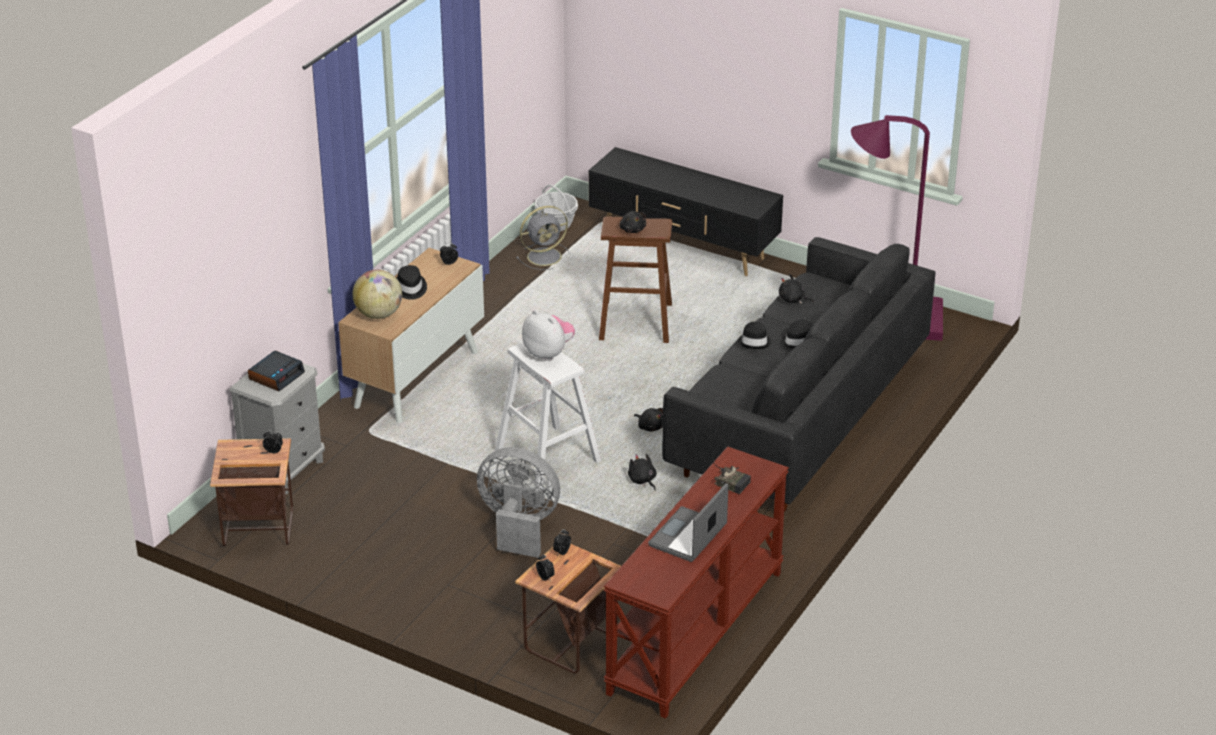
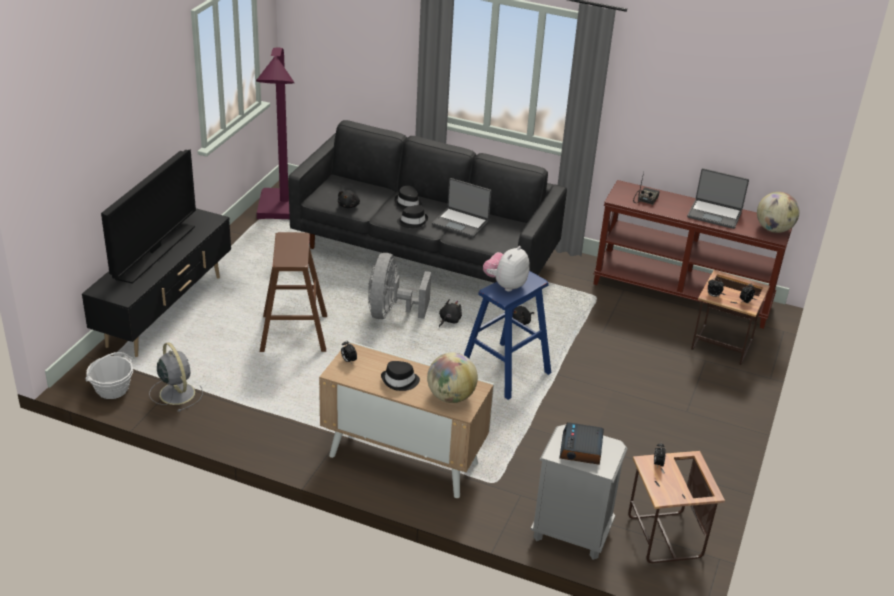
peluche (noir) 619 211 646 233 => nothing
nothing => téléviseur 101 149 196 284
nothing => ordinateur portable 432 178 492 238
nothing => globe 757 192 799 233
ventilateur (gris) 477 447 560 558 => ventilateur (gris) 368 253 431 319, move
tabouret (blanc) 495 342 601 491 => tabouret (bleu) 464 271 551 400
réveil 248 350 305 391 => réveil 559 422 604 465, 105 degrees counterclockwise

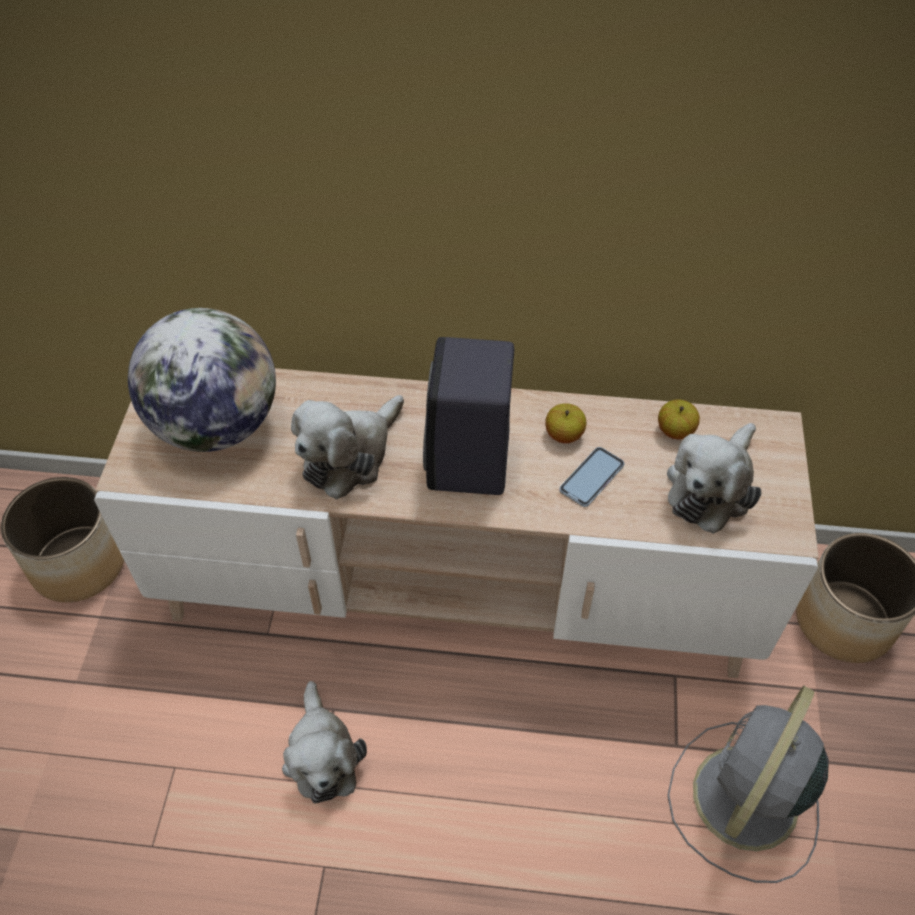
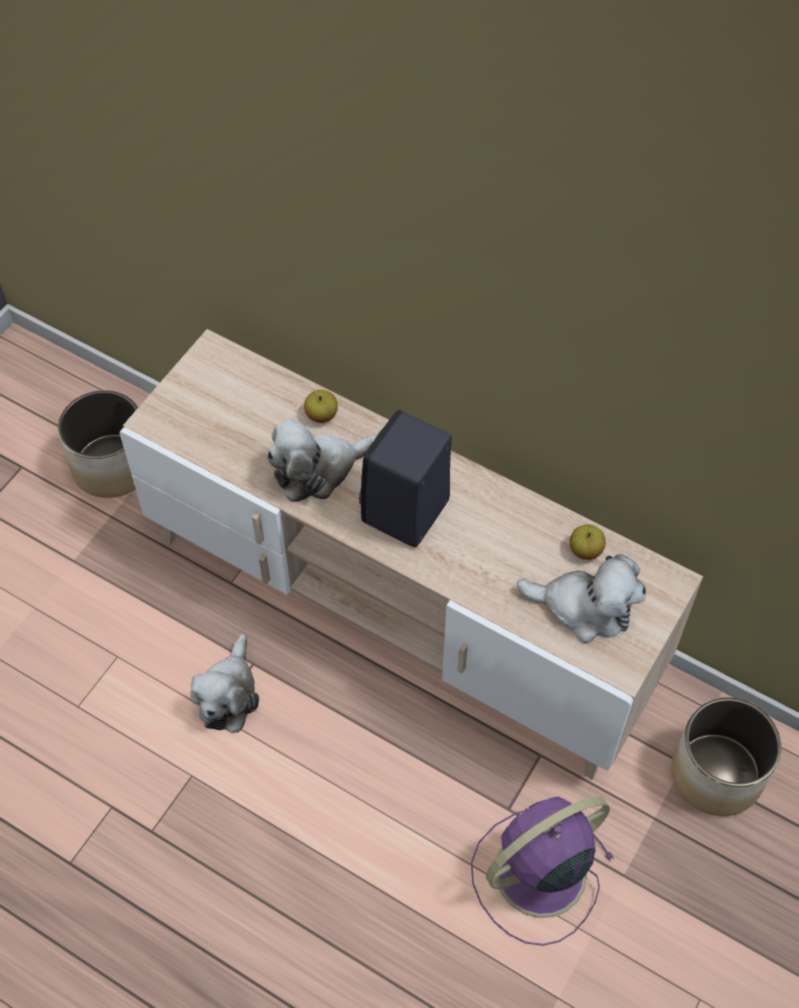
globe 128 308 276 452 => nothing
téléphone 559 447 624 507 => nothing
pomme 545 403 586 443 => pomme 304 390 338 423, move
ventilateur (gris) 667 686 829 883 => ventilateur (violet) 471 796 614 946
peluche 667 423 761 534 => peluche 517 554 646 643, 135 degrees counterclockwise

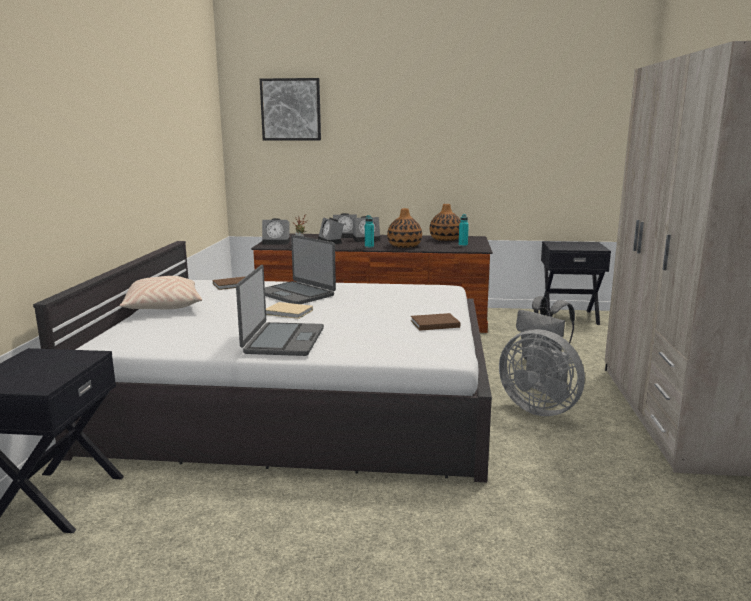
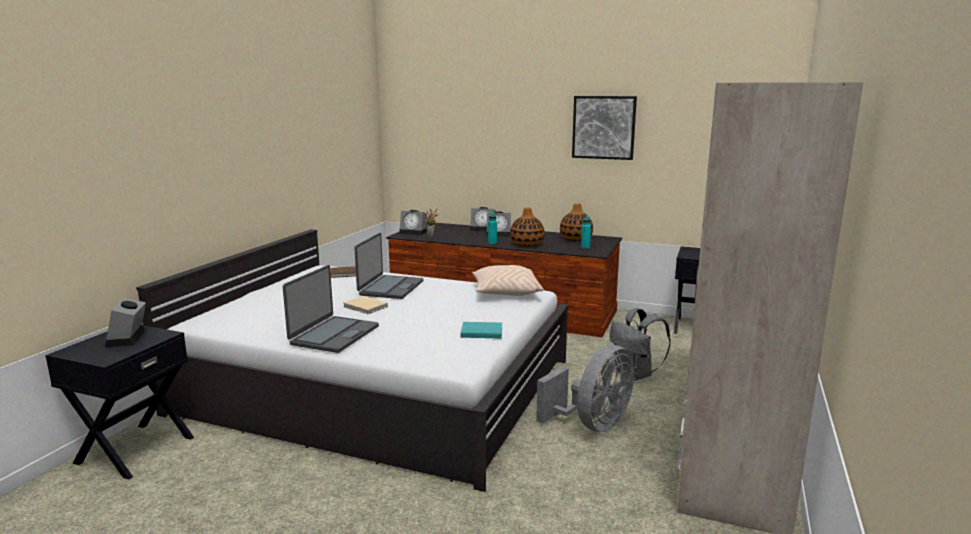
coussin (beige) 119 276 202 310 => coussin (beige) 472 265 544 296, move
tableau 260 78 321 140 => tableau 572 96 637 160, move
réveil 318 217 344 244 => réveil 105 298 146 347, move
livre (marron) 411 313 460 331 => livre (turquoise) 461 322 502 338
ordinateur portable 265 235 336 304 => ordinateur portable 355 233 423 299, 135 degrees counterclockwise
ventilateur (gris) 499 329 585 416 => ventilateur (gris) 536 345 634 432, 105 degrees counterclockwise

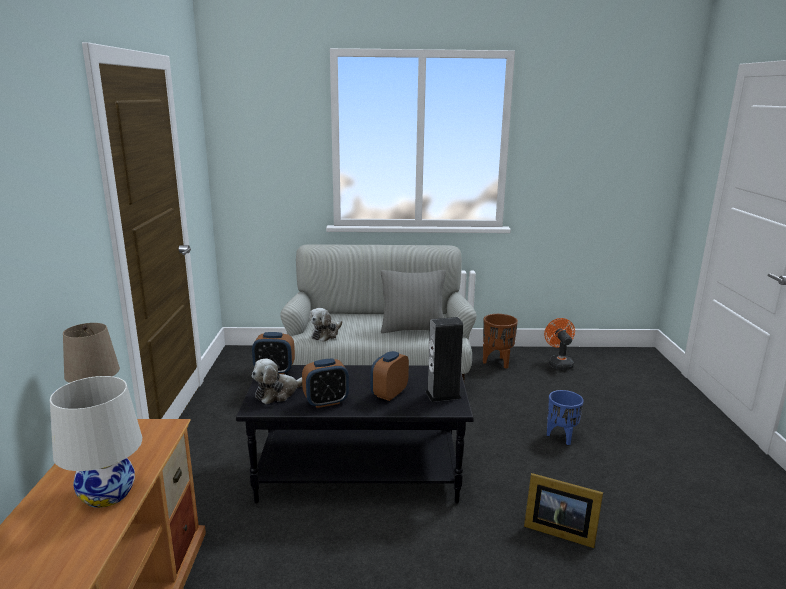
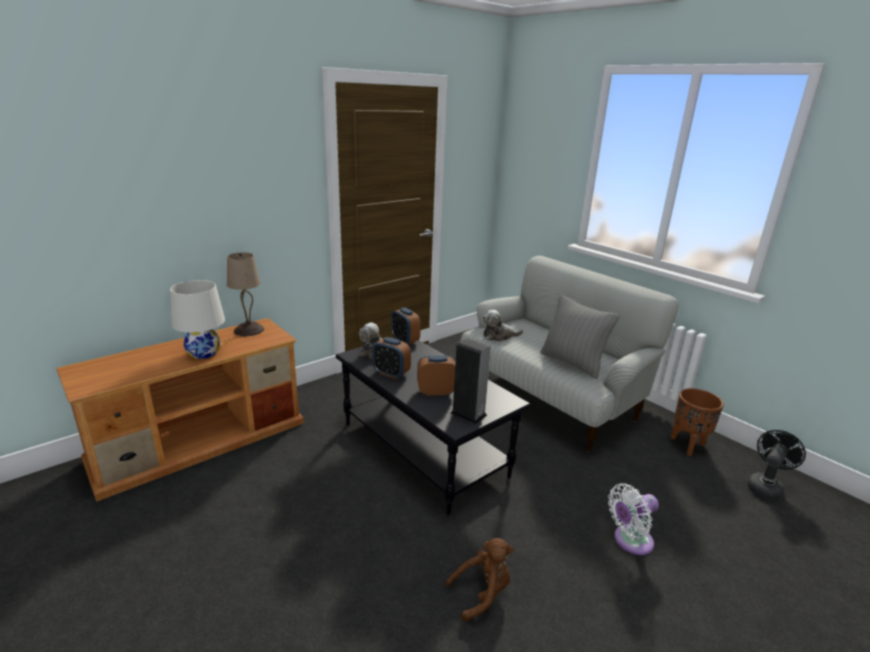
cadre photo 524 473 603 548 => peluche (marron) 446 538 514 622
cache-pot (bleu) 547 390 584 445 => ventilateur (blanc) 608 484 659 555
ventilateur (orange) 544 318 575 370 => ventilateur (noir) 747 430 806 500

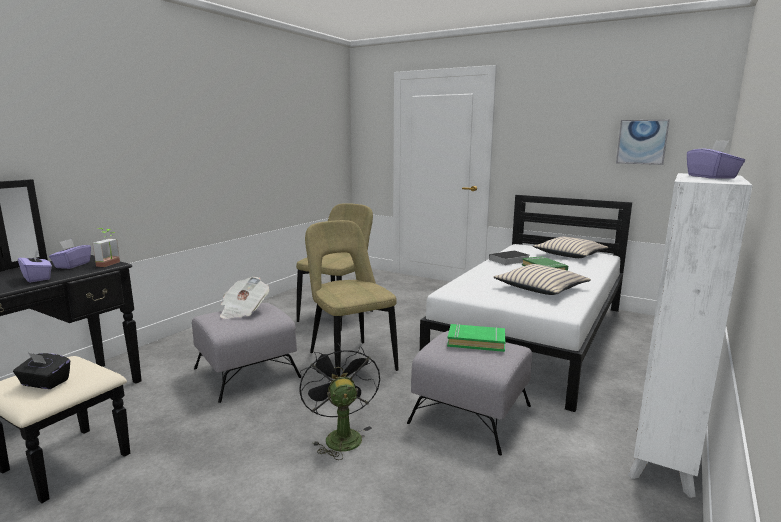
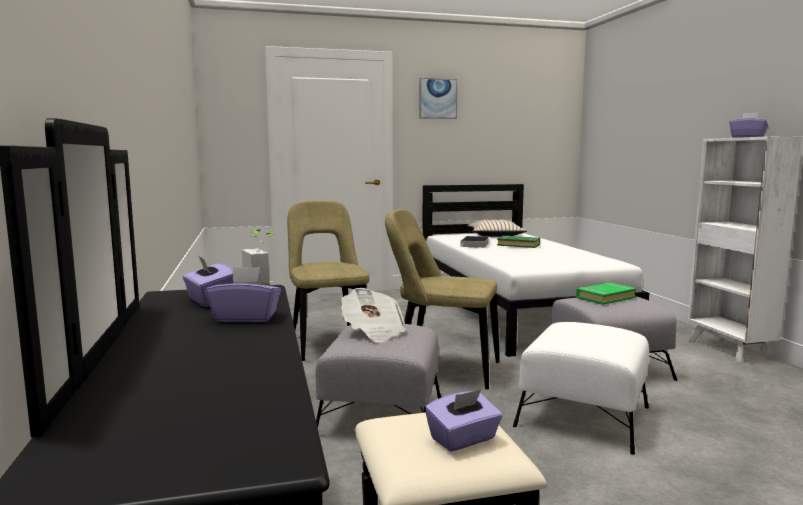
coussin (beige) 494 264 591 295 => nothing
tableau 616 120 670 165 => tableau 419 78 458 119, move
ventilateur (noir) 299 343 380 460 => pouf (blanc) 513 322 649 455
boîte à mouchoirs (noir) 13 353 70 389 => boîte à mouchoirs (violet) 425 390 502 452

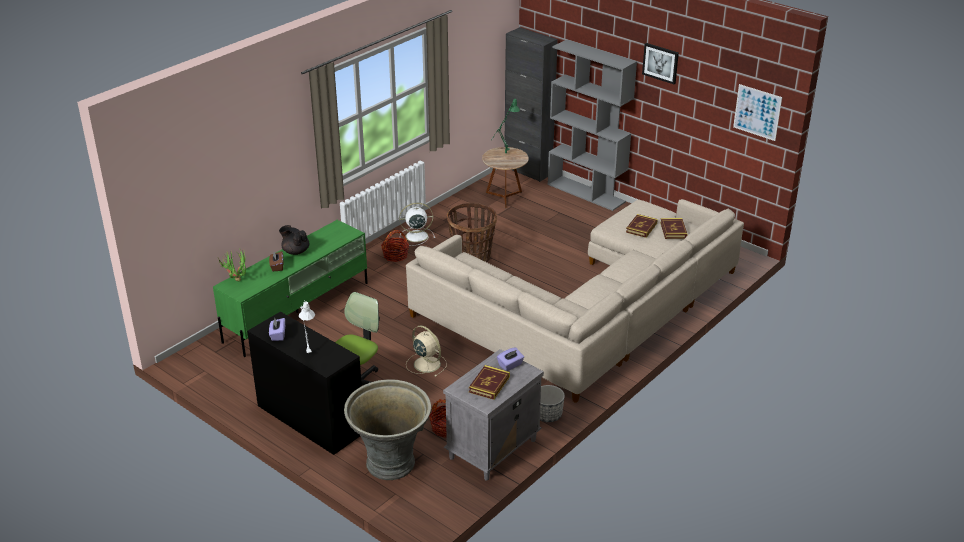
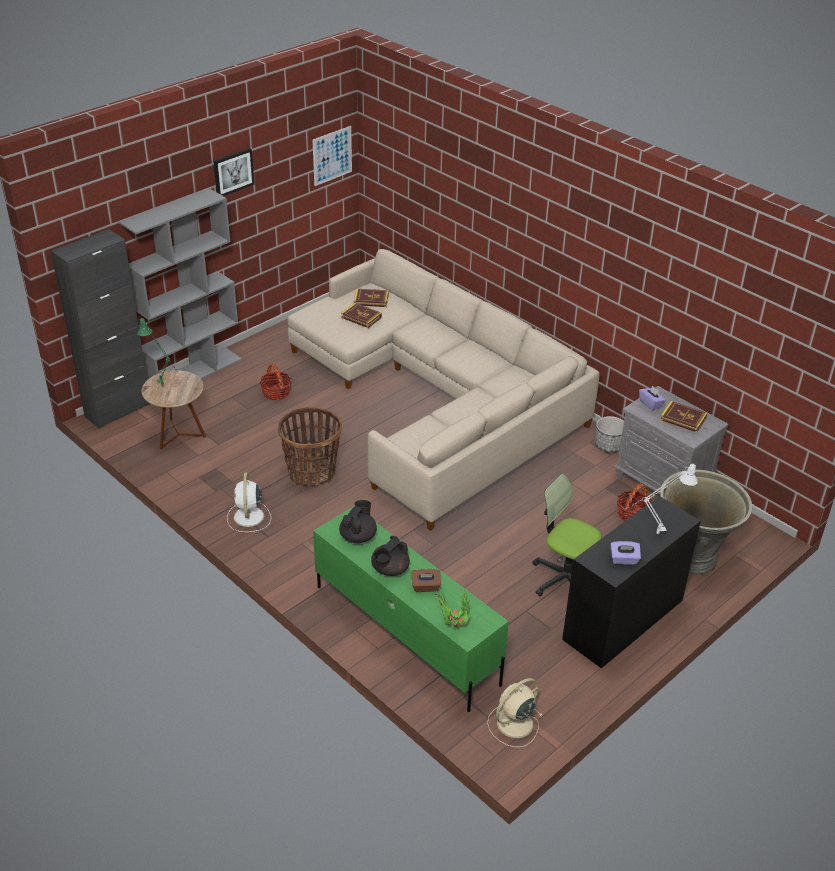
nothing => théière (noir) 339 500 377 543
panier 381 230 409 262 => panier 260 364 292 400, move
ventilateur (beige) 406 326 447 377 => ventilateur (beige) 487 678 543 747, move

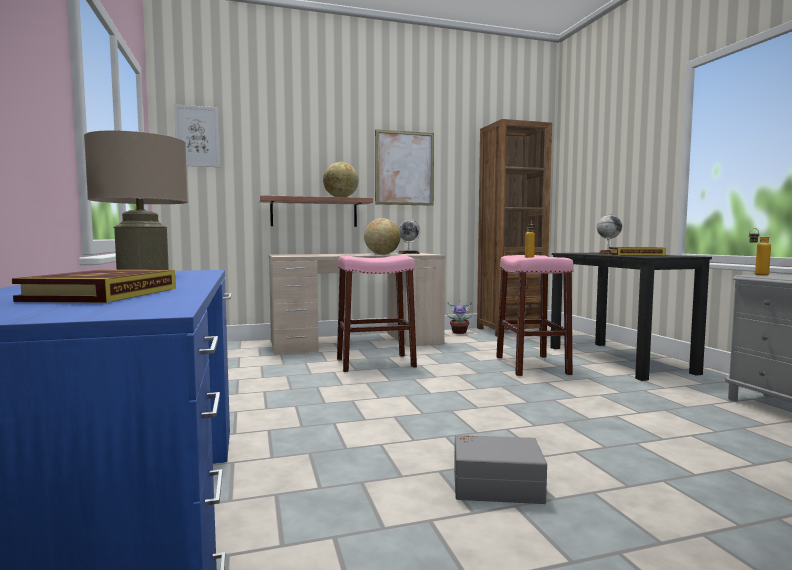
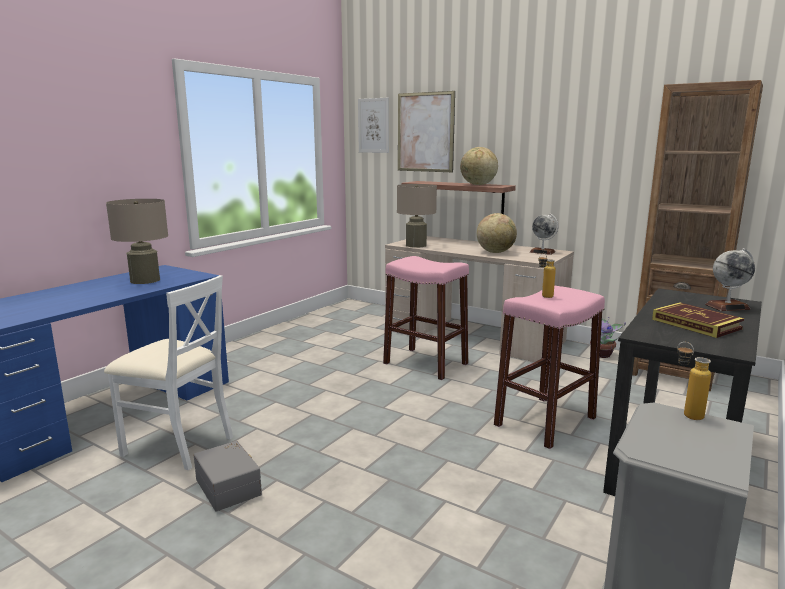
livre 12 270 176 303 => nothing
nothing => chaise (blanc) 104 275 233 470
nothing => lampe de table (beige) 397 184 437 248
tableau 375 129 434 206 => tableau 398 91 455 172, move

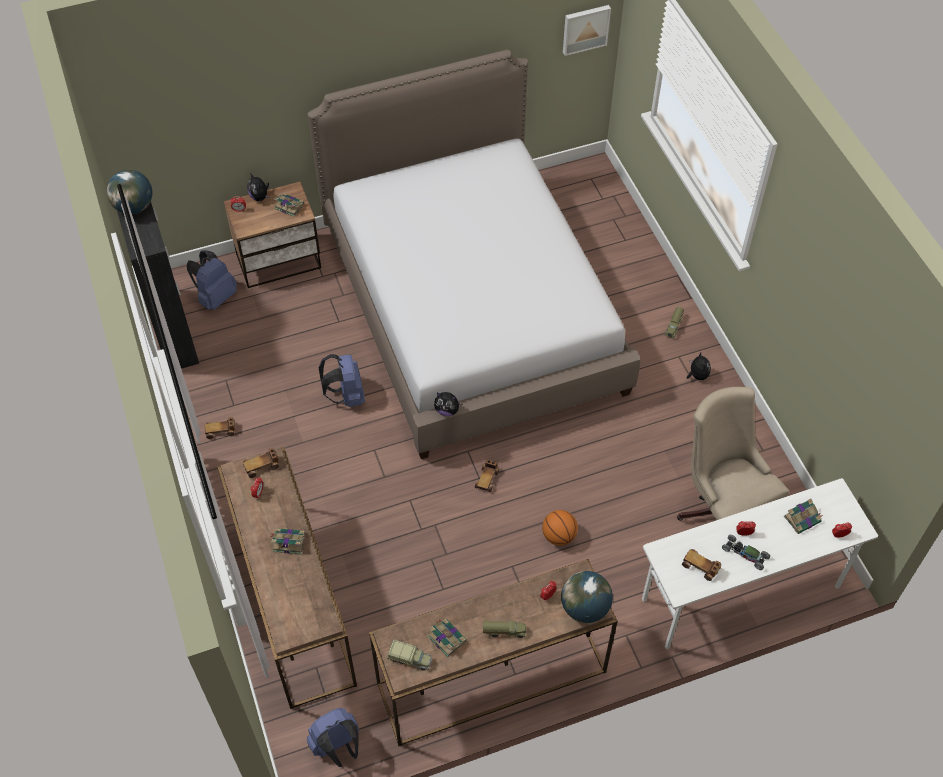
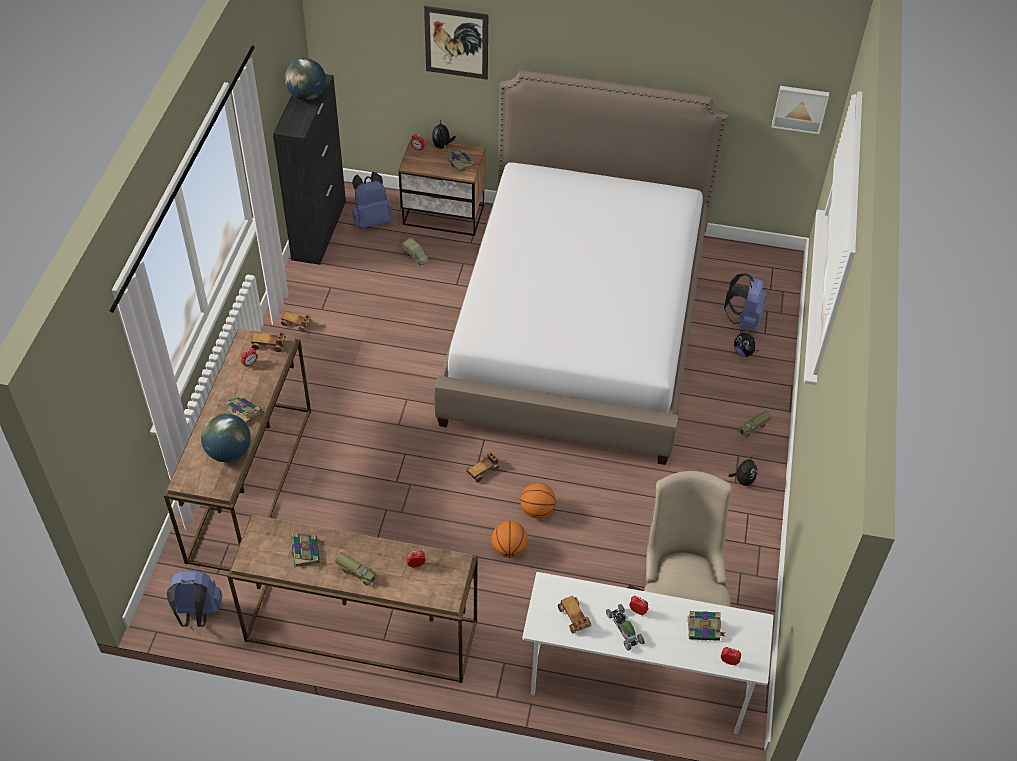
nothing => tableau 424 6 488 80
nothing => ballon de basket 520 483 556 519
sac à dos (bleu) 319 354 365 407 => sac à dos (bleu) 724 273 767 332, move
camion jouet 387 640 432 671 => camion jouet 402 238 429 265, move
peluche 434 392 463 416 => peluche 734 330 759 357, move
globe 561 571 613 623 => globe 201 413 251 462, move

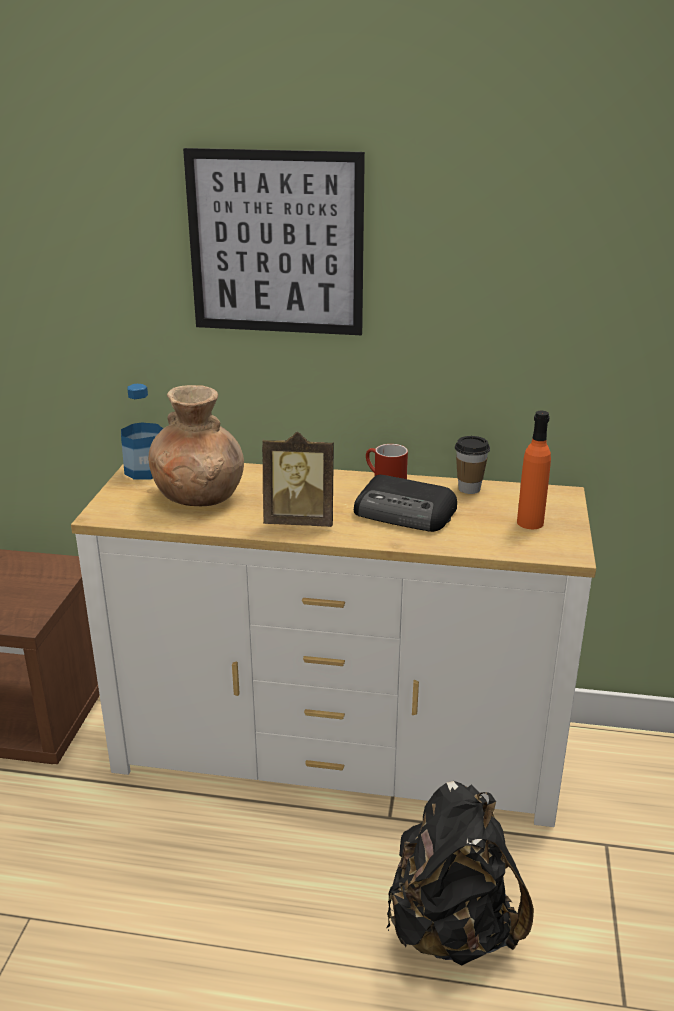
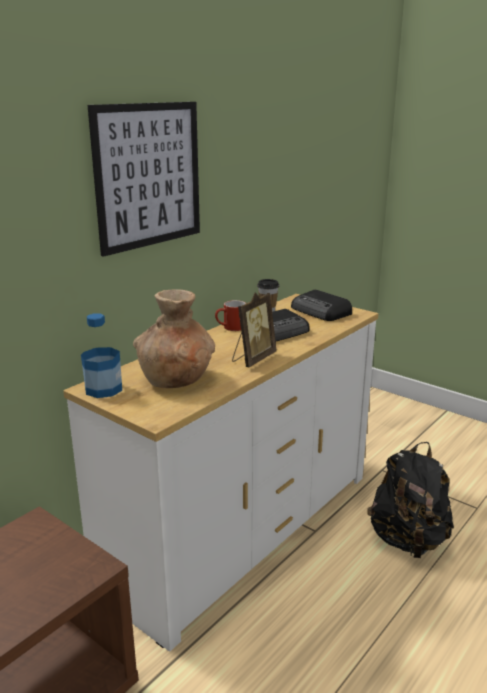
bouteille (orange) 517 411 551 529 => radio 291 290 352 321

